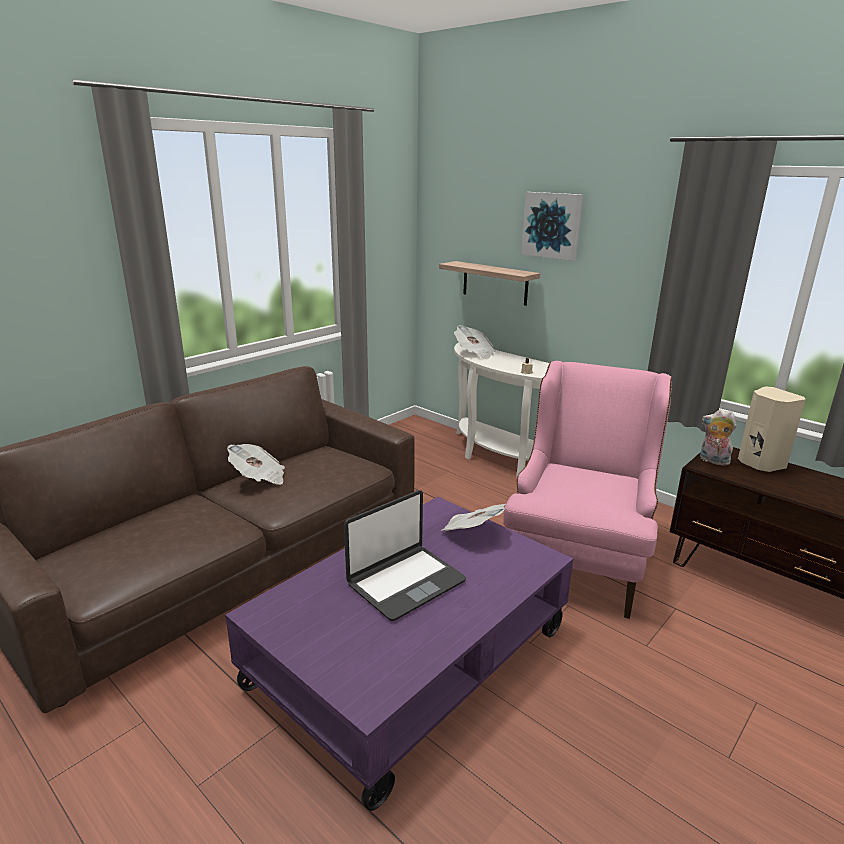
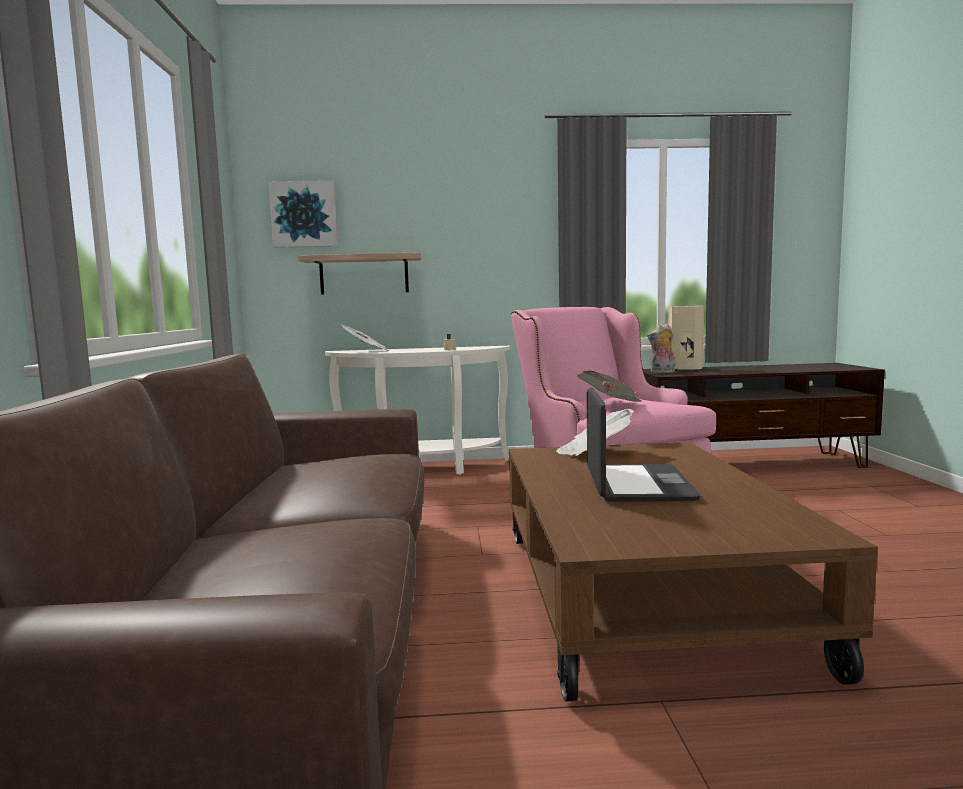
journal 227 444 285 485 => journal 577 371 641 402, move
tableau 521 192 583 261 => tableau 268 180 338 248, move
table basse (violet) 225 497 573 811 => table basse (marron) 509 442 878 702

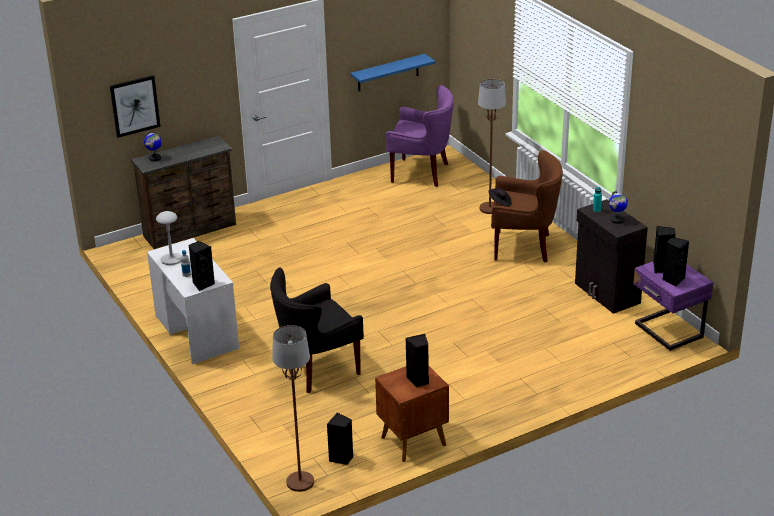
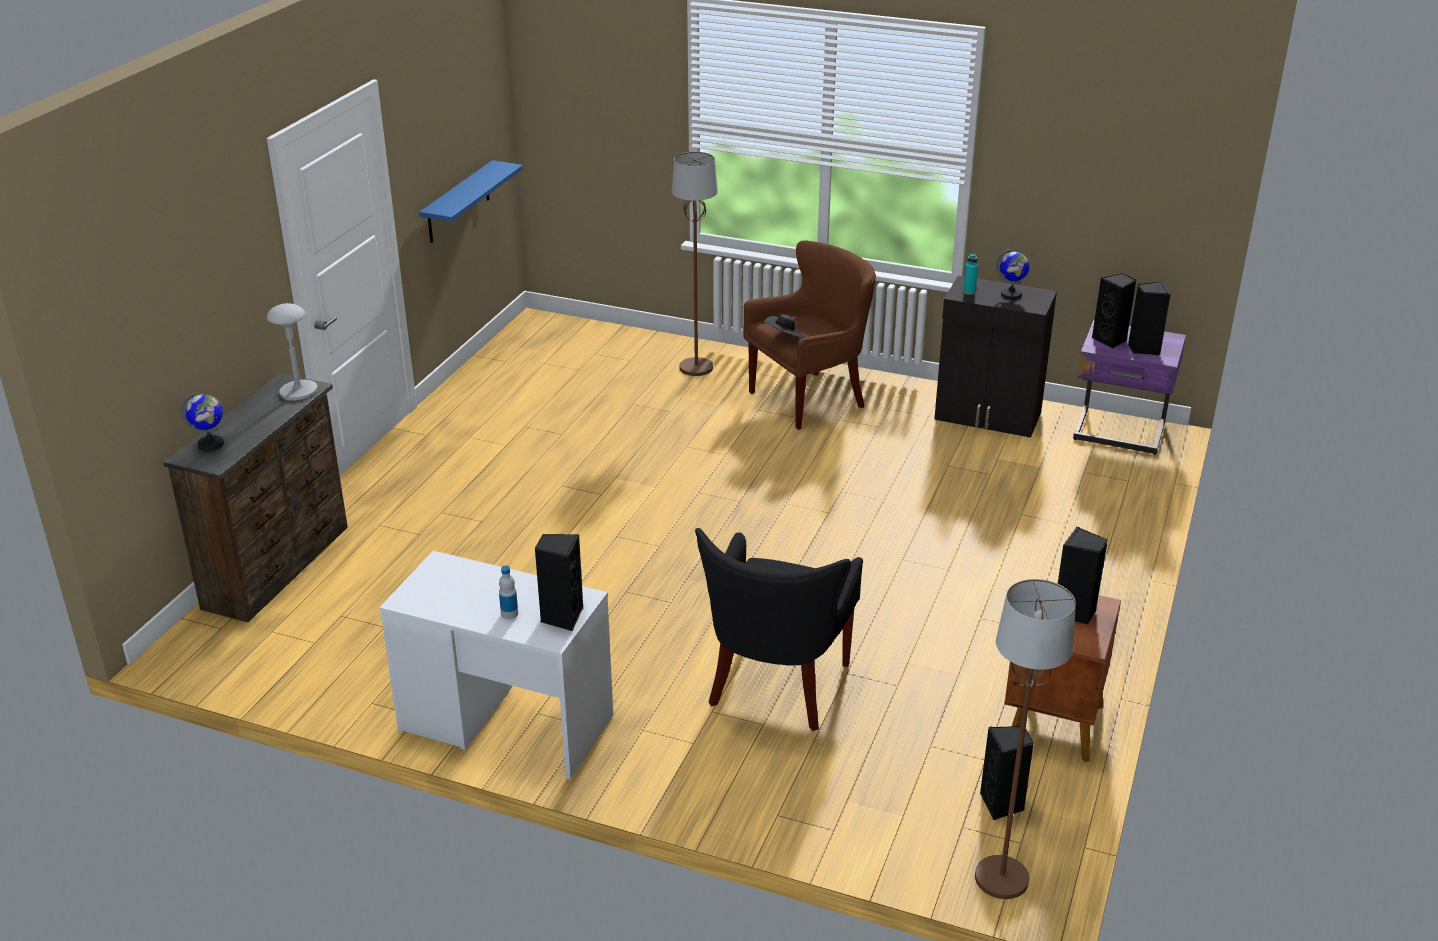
tableau 110 75 161 138 => nothing
fauteuil (violet) 386 85 454 187 => nothing
lampe de table (gris) 156 211 182 265 => lampe de table (gris) 267 303 317 401, move

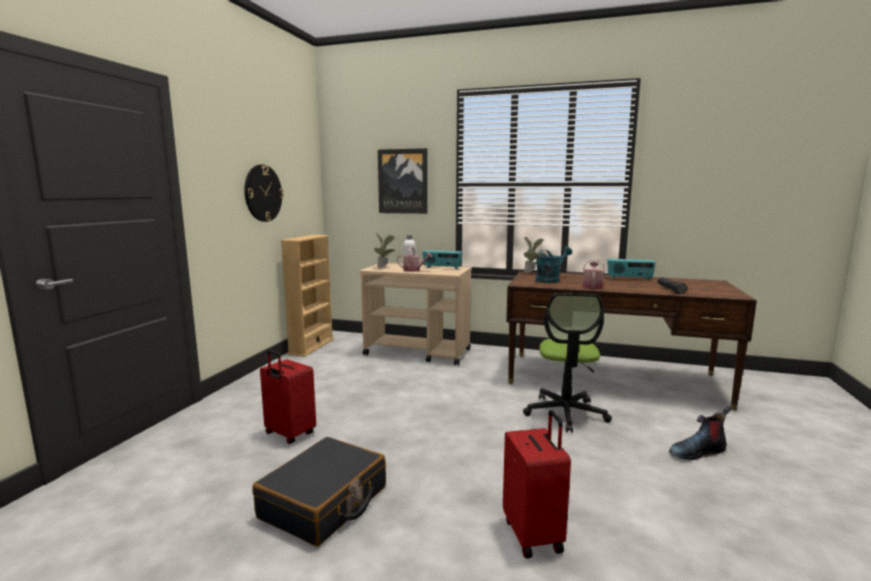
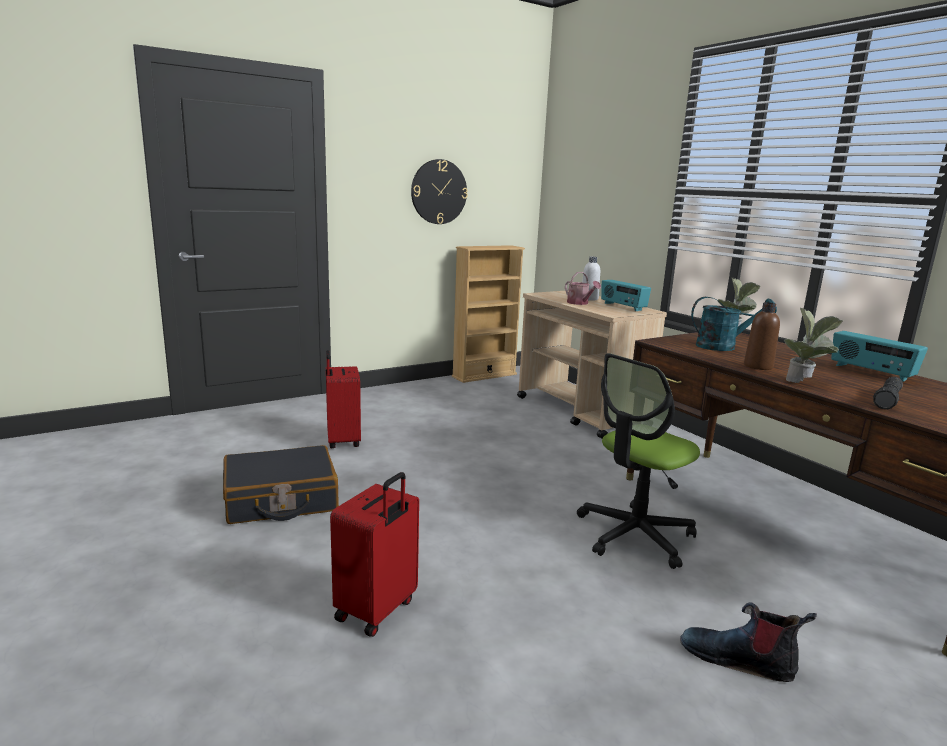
tableau 378 148 428 214 => nothing
plante en pot 374 234 396 268 => plante en pot 783 308 843 383, move
arrosoir 583 259 605 289 => bouteille (marron) 744 302 780 370

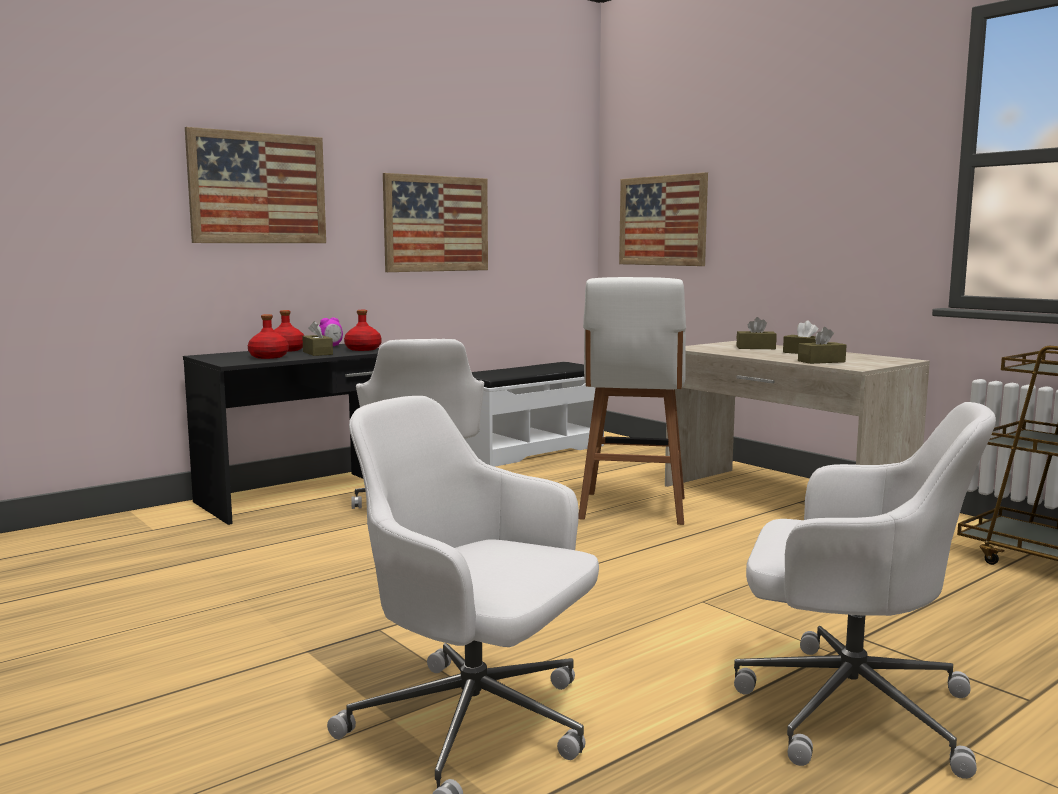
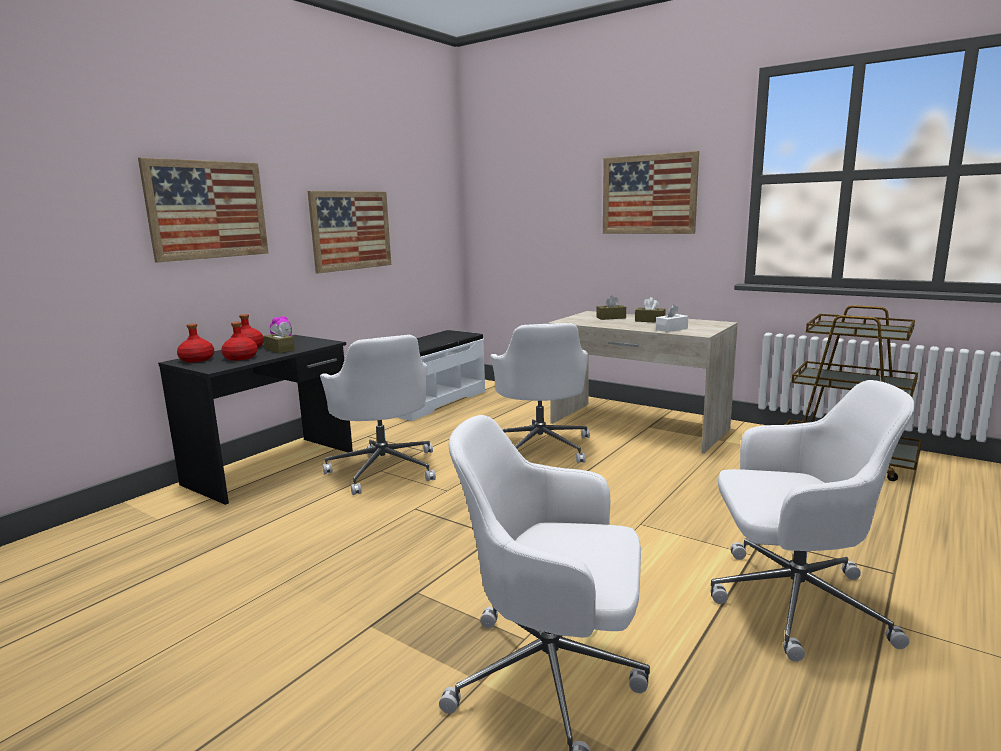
bouteille (rouge) 344 310 381 351 => bouteille (rouge) 177 323 214 363, move
tableau 619 172 708 266 => tableau 603 151 699 234, move
tabouret (blanc) 578 277 686 525 => chaise de bureau (blanc) 490 323 590 463
boîte à mouchoirs (marron) 798 327 847 364 => boîte à mouchoirs (blanc) 656 304 688 332

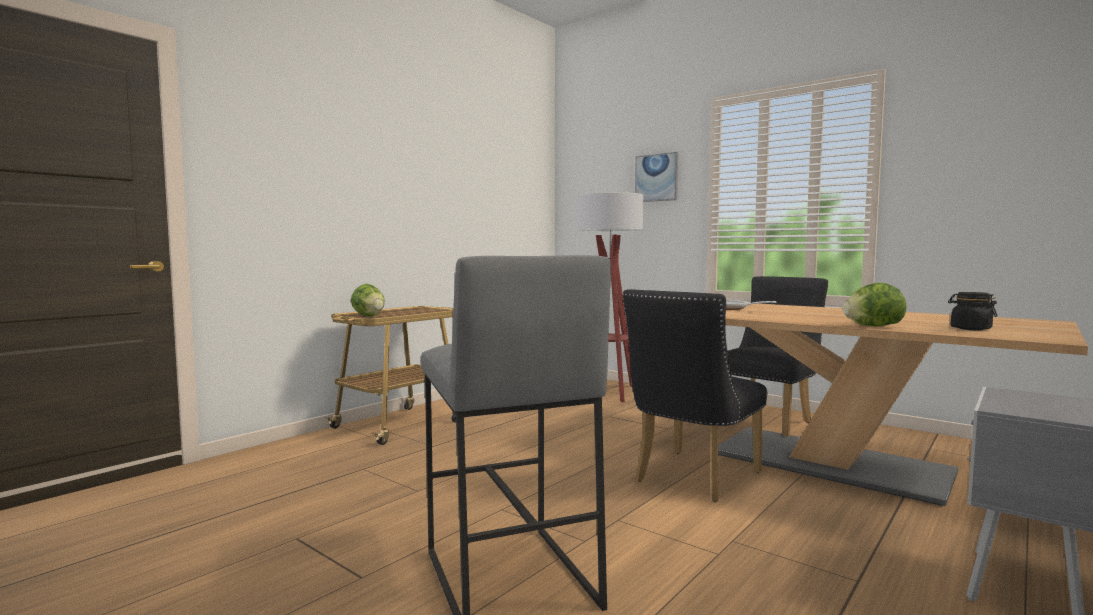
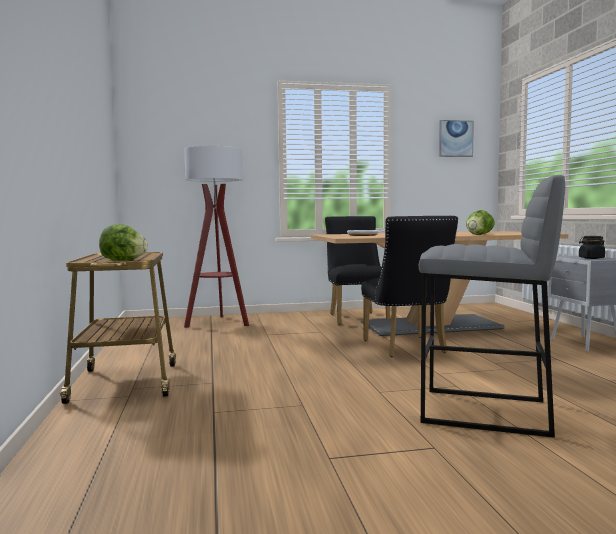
tableau 635 152 678 202 => tableau 439 120 474 157, move
bocal (noir) 948 292 997 330 => bocal (noir) 579 236 605 259, move

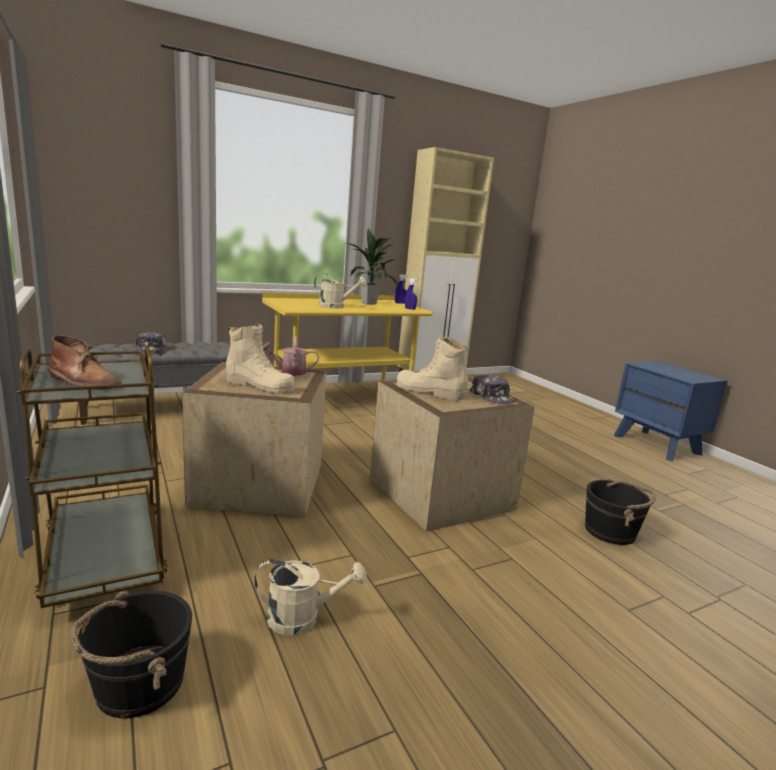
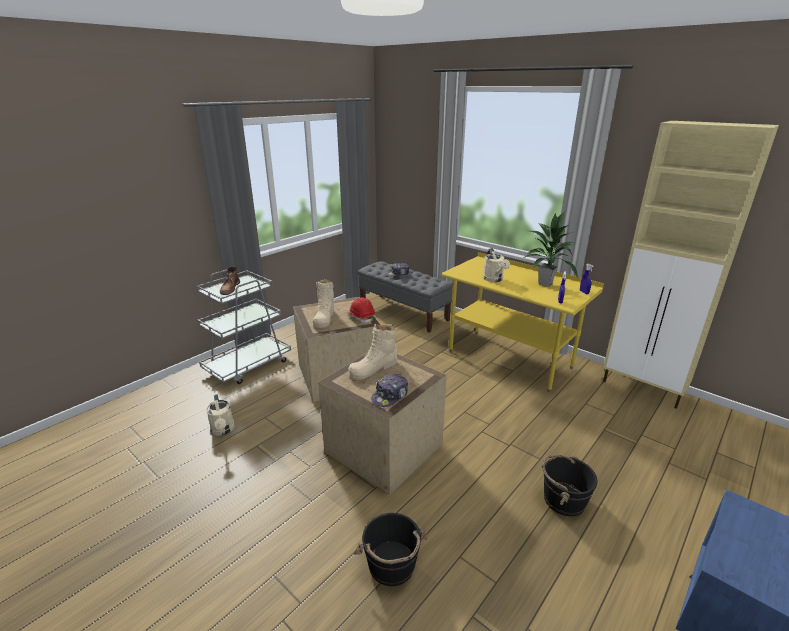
seau (noir) 70 591 192 718 => seau (noir) 542 454 598 516, move
arrosoir 263 336 319 376 => casque de chantier (rouge) 349 297 375 323
chariot (marron) 17 346 168 608 => chariot (gris) 196 269 291 384
botte (beige) 397 337 470 401 => botte (beige) 348 324 397 380, 135 degrees counterclockwise

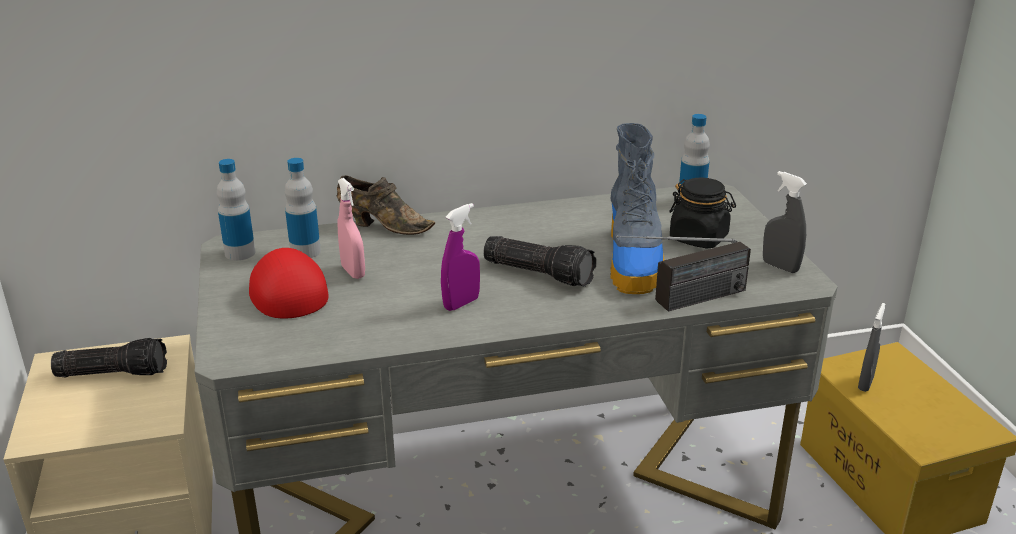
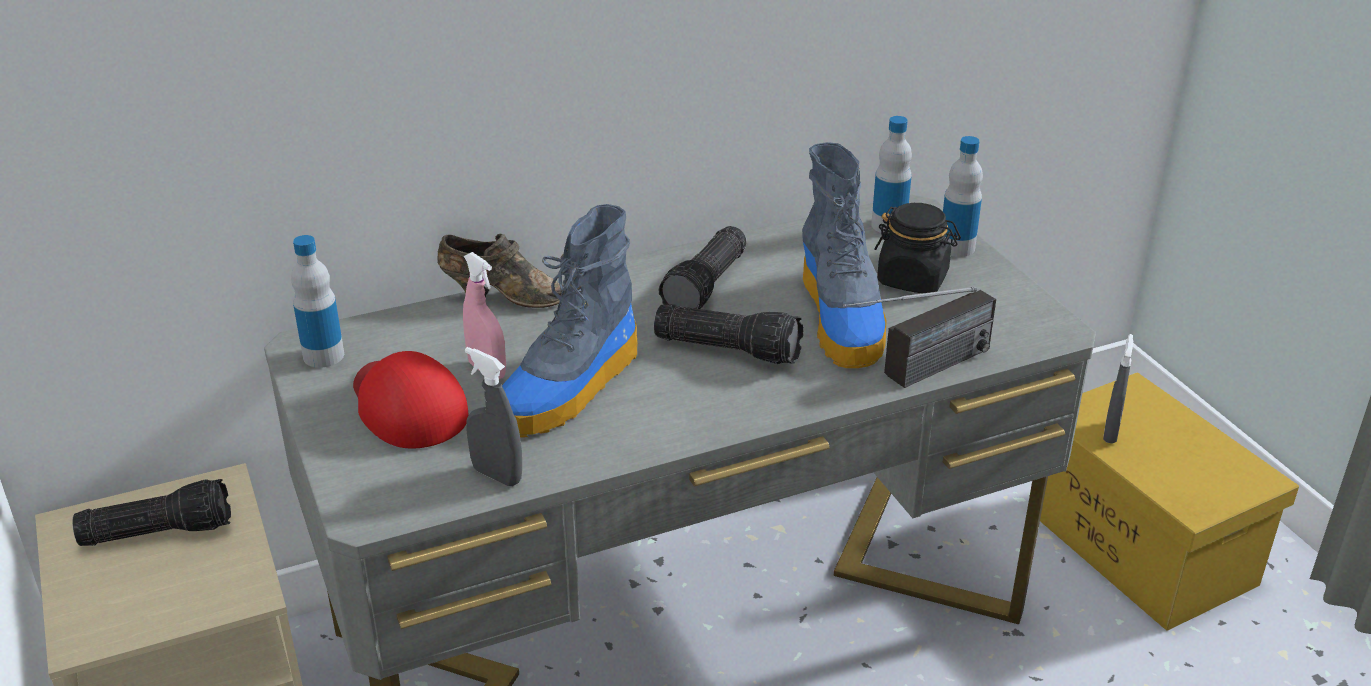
vaporisateur (violet) 441 203 480 311 => nothing
nothing => botte 502 204 638 438
nothing => lampe de poche 659 226 747 309
bouteille 285 158 321 258 => bouteille 943 136 983 257, move
vaporisateur (gris) 763 171 807 273 => vaporisateur (gris) 465 347 522 486, move

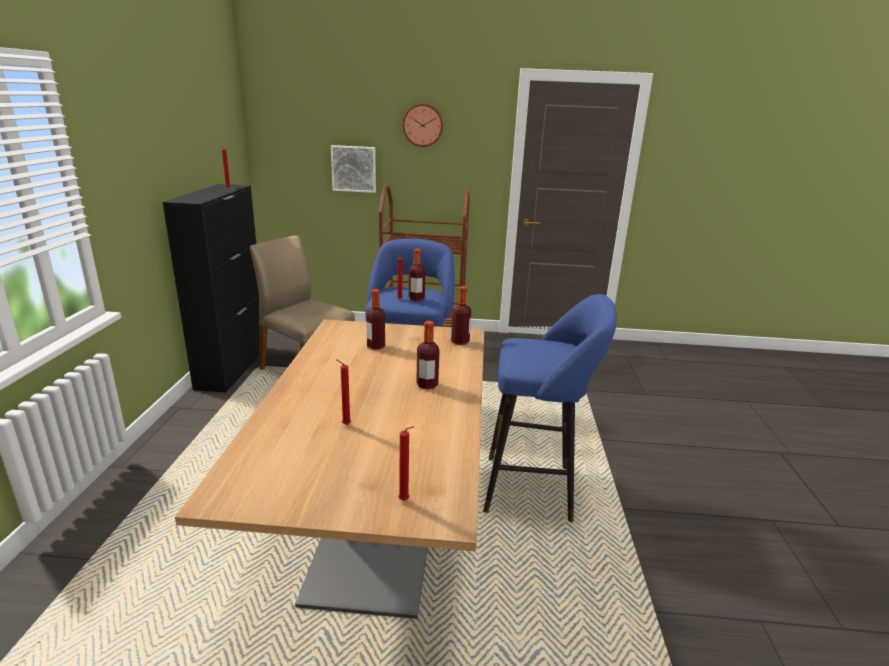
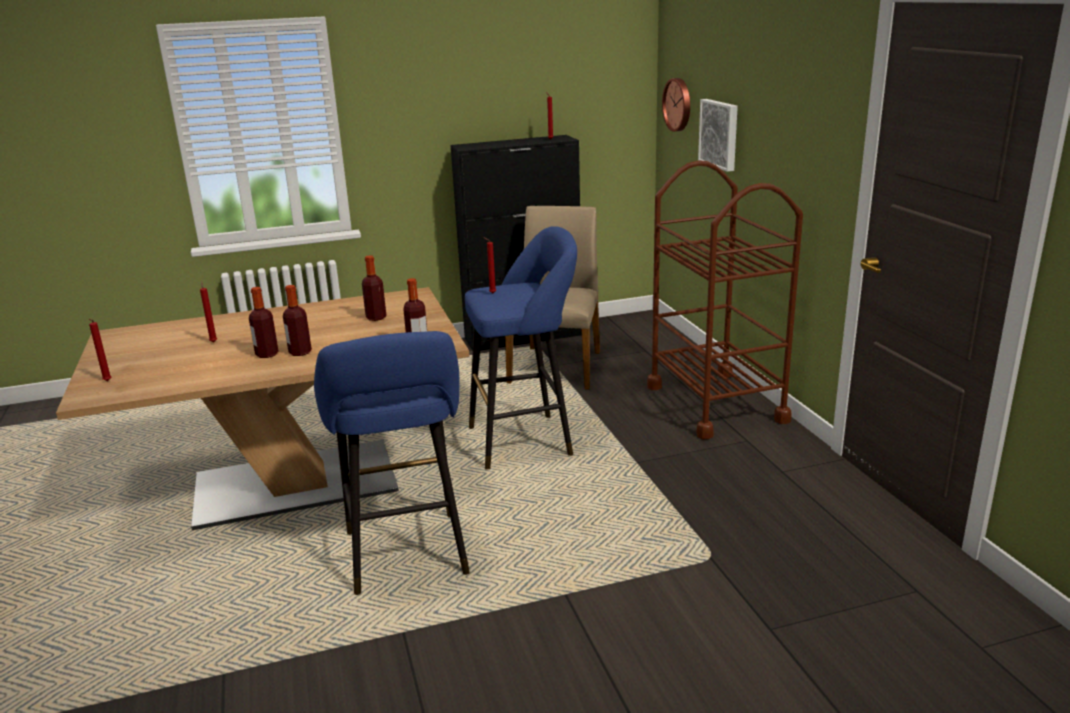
horloge murale 403 104 443 147 => horloge murale 662 78 690 132, move
bouteille 409 249 425 301 => bouteille 249 287 278 358, move

